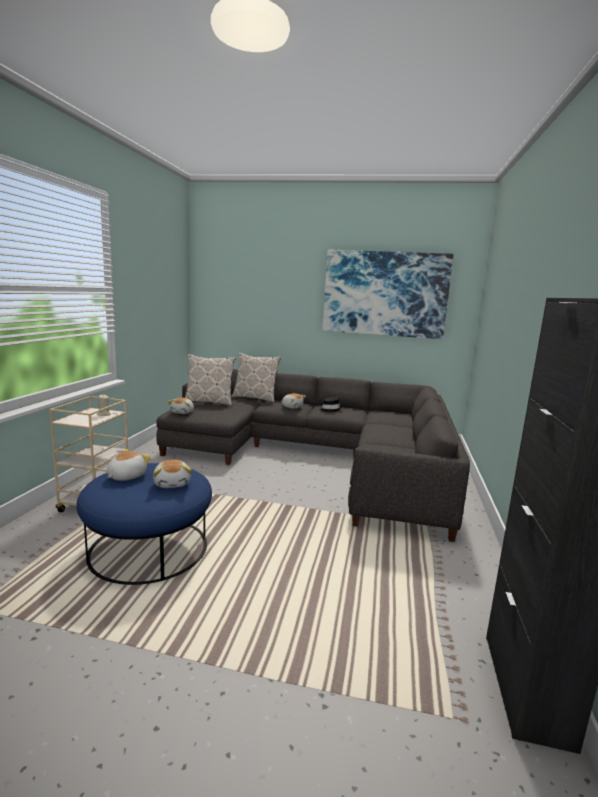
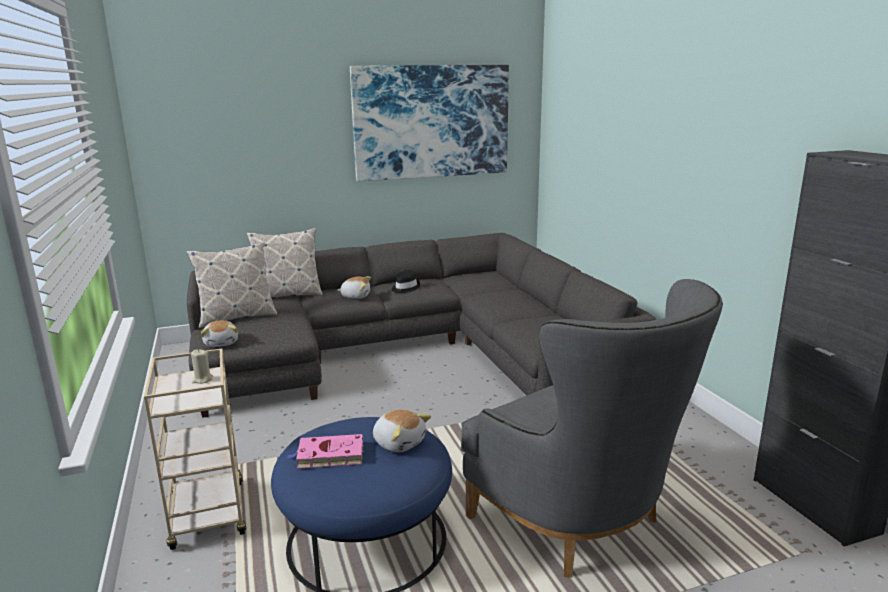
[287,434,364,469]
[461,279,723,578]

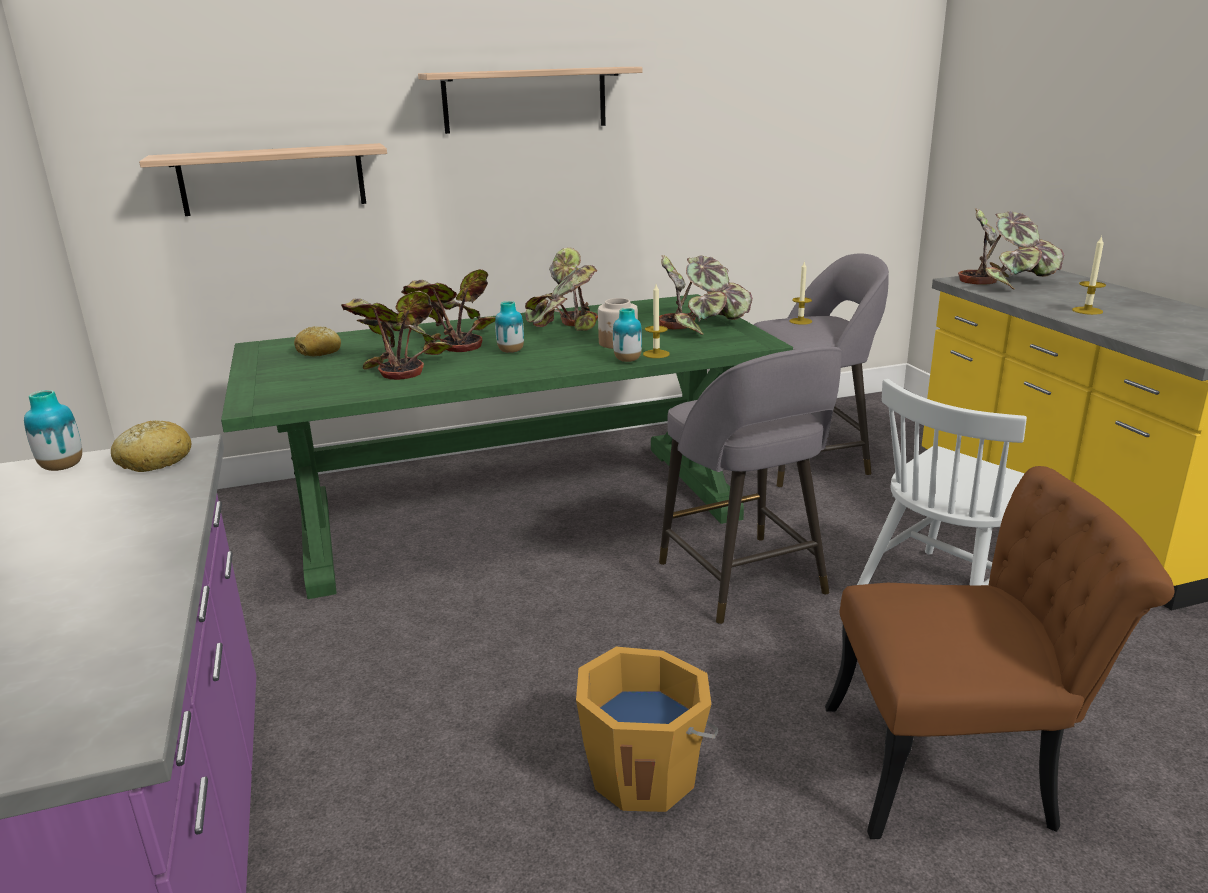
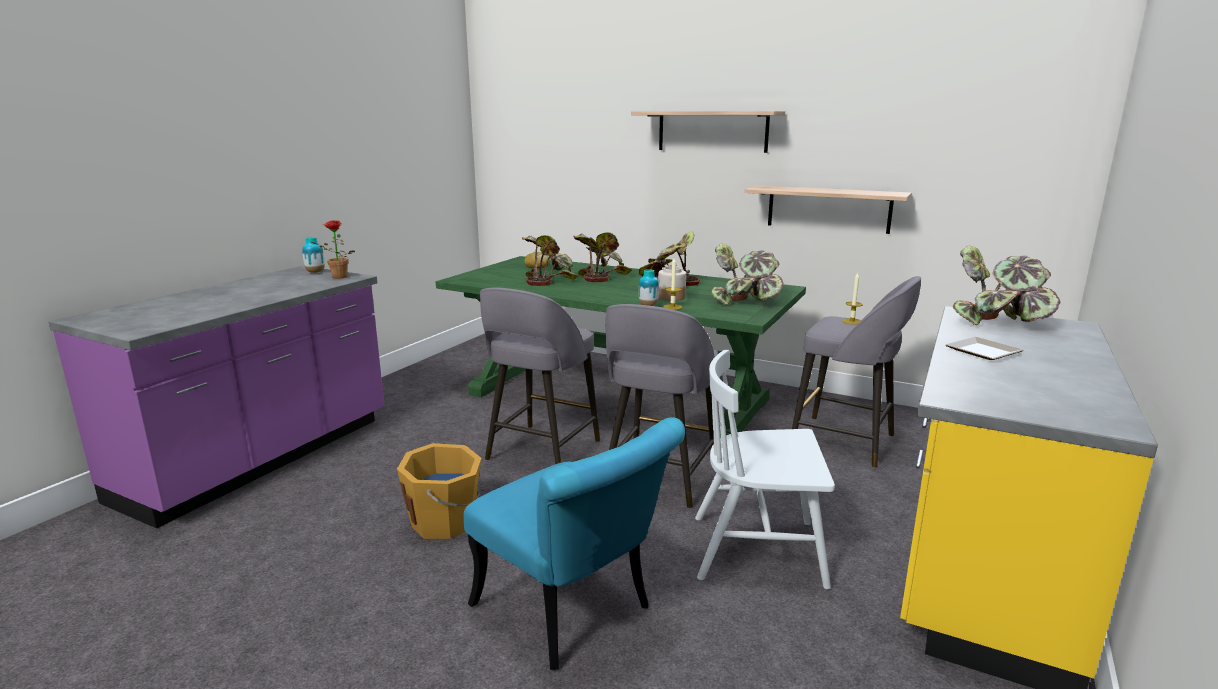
[311,220,355,279]
[744,185,912,234]
[495,301,524,353] (first image)
[463,417,685,670]
[946,337,1024,360]
[480,288,600,464]

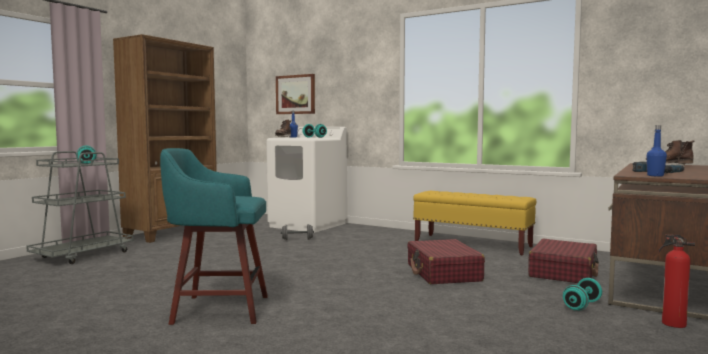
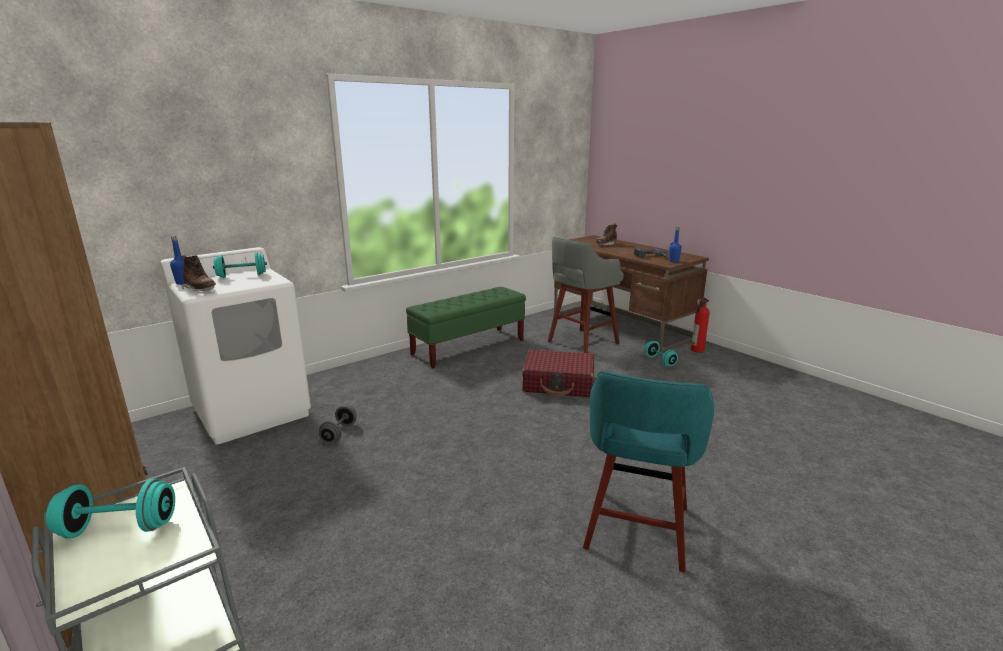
[276,74,315,114] (first image)
[406,287,526,368]
[548,237,624,353]

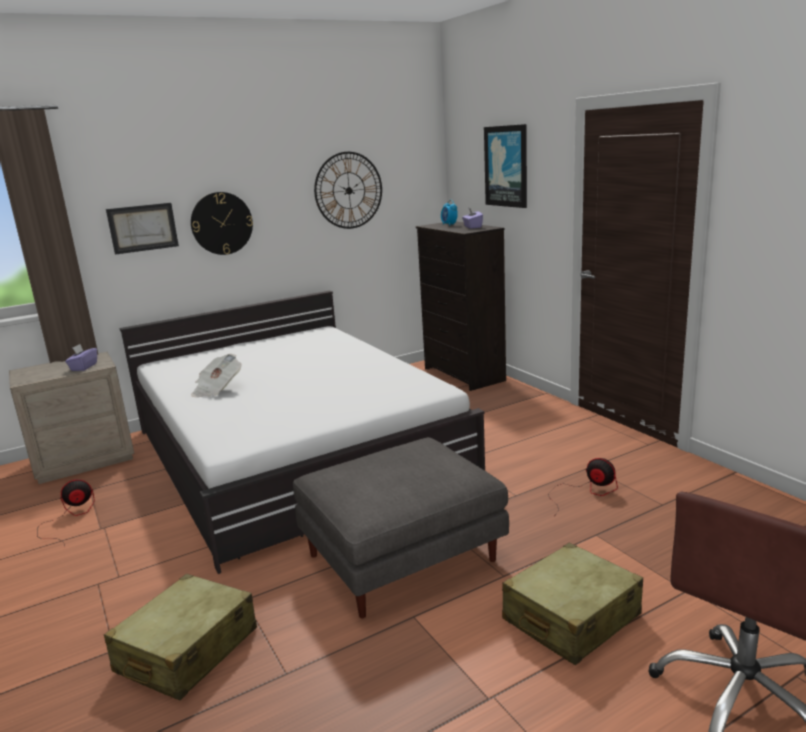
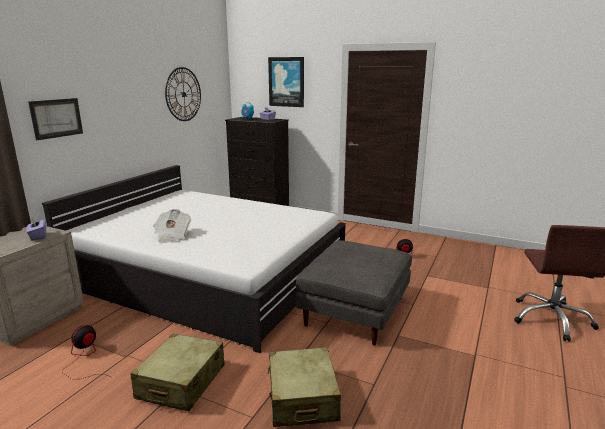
[191,192,253,255] (first image)
[130,334,225,411]

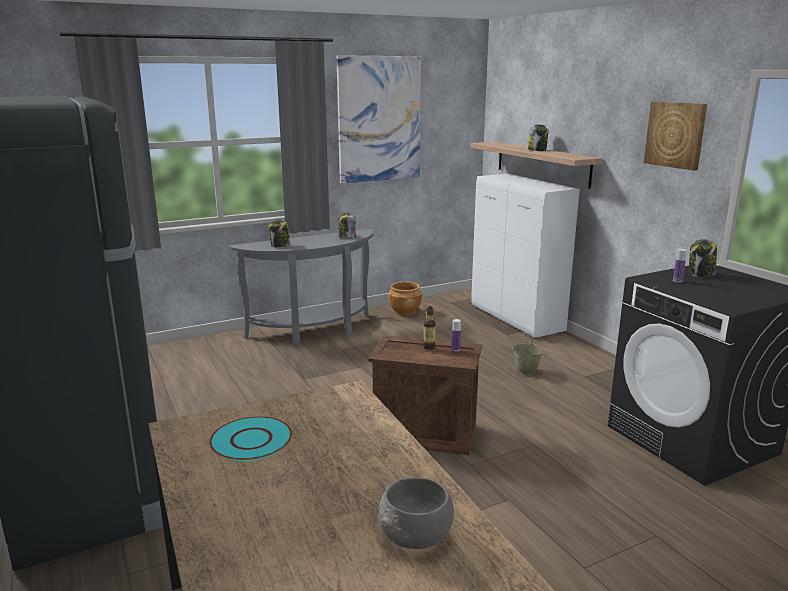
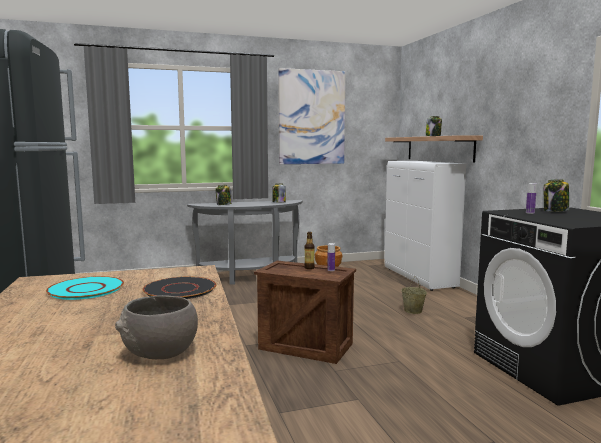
[644,101,707,171] (first image)
[143,277,216,299]

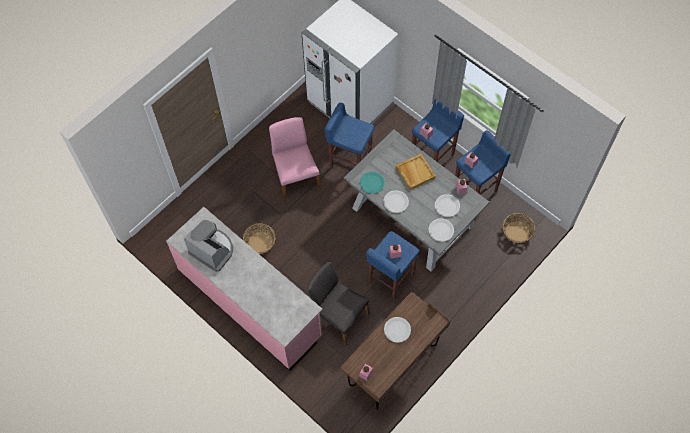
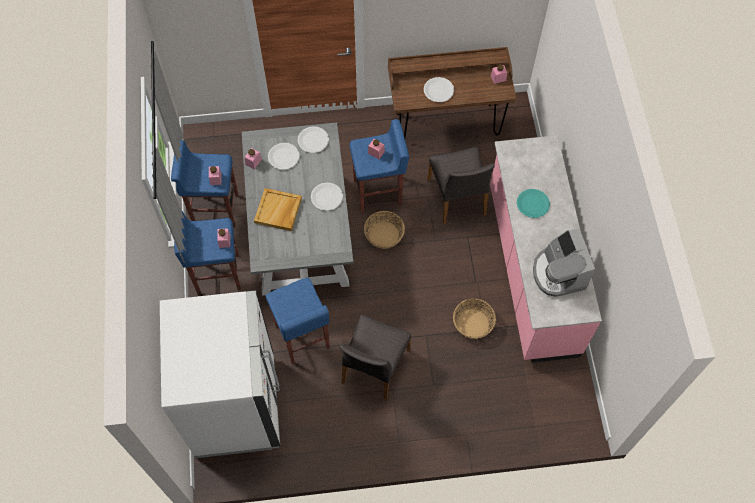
[340,315,411,401]
[517,189,550,218]
[364,211,405,249]

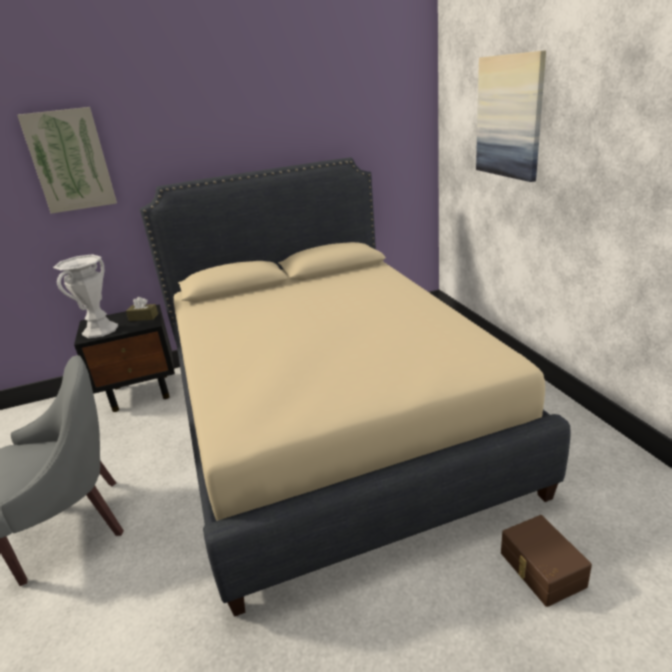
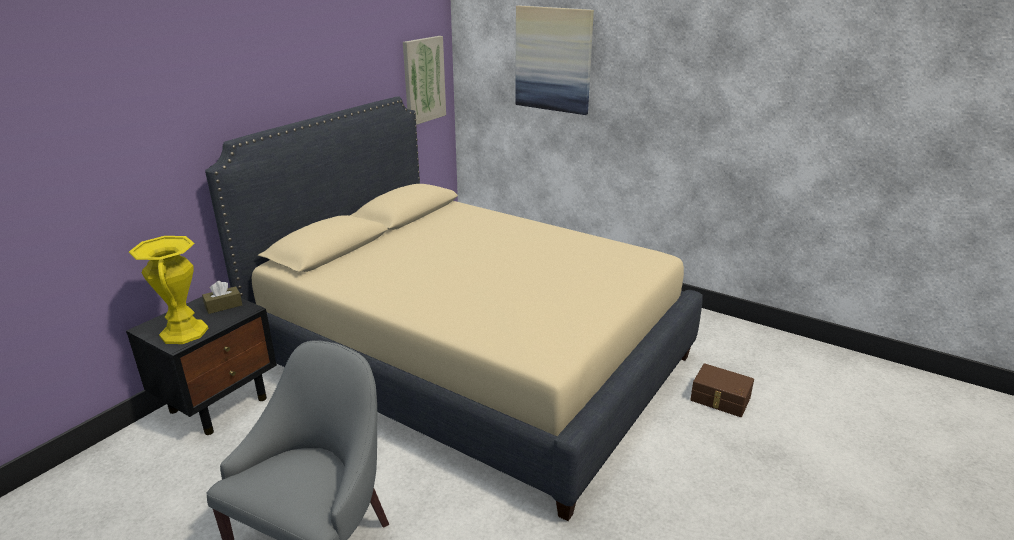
[403,36,446,125]
[129,236,209,344]

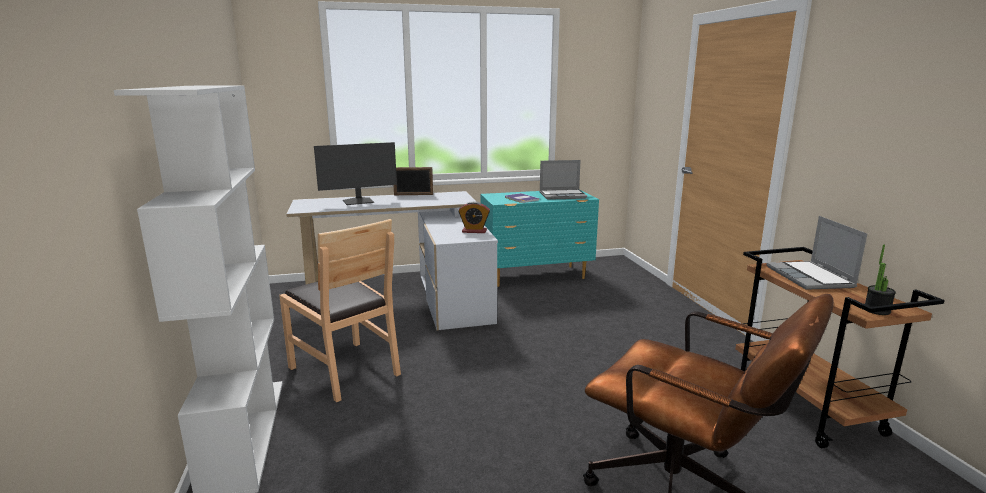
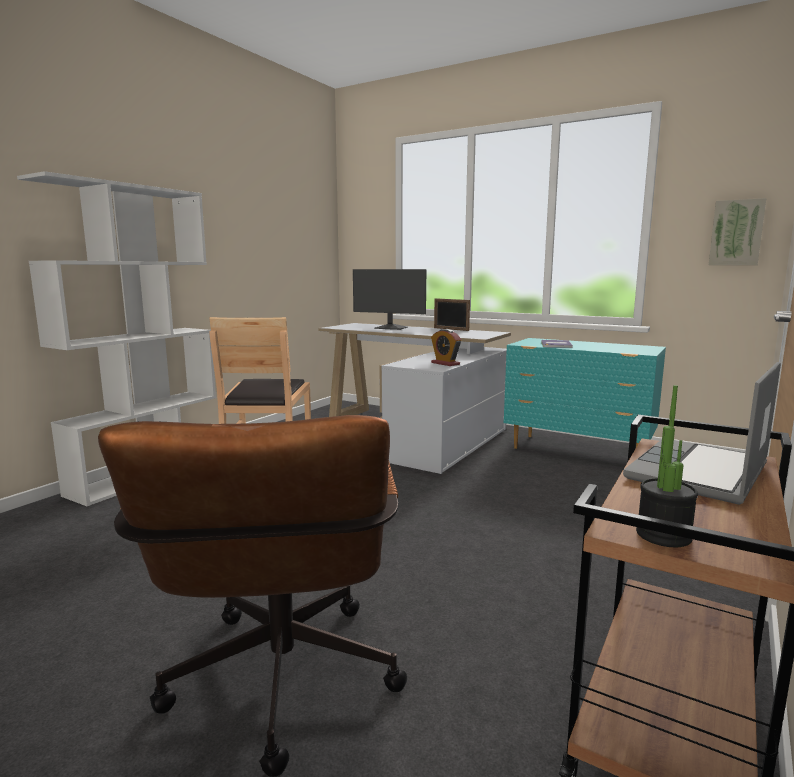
[540,160,587,200] (first image)
[709,198,767,265]

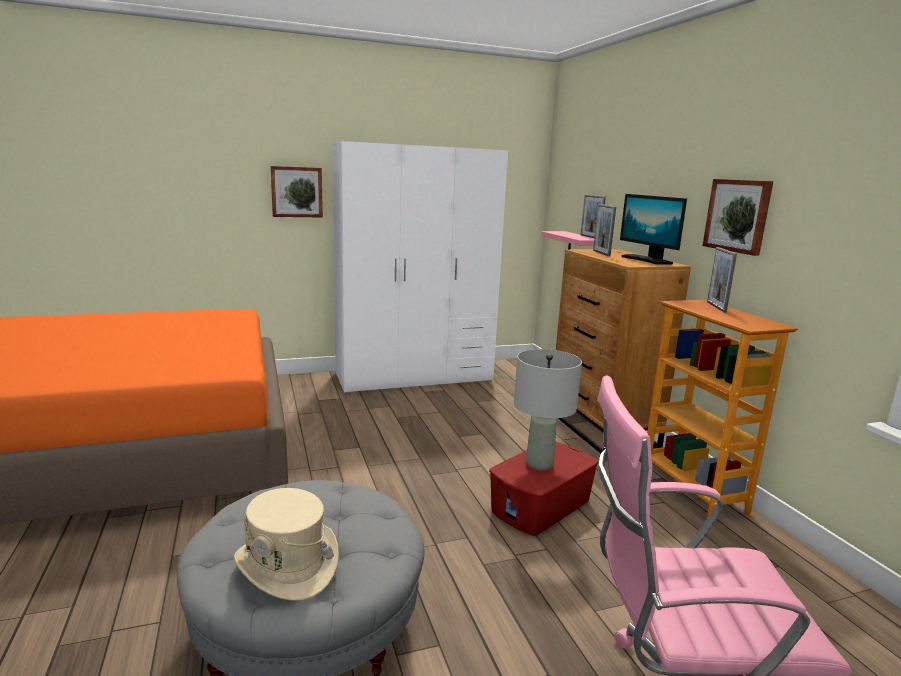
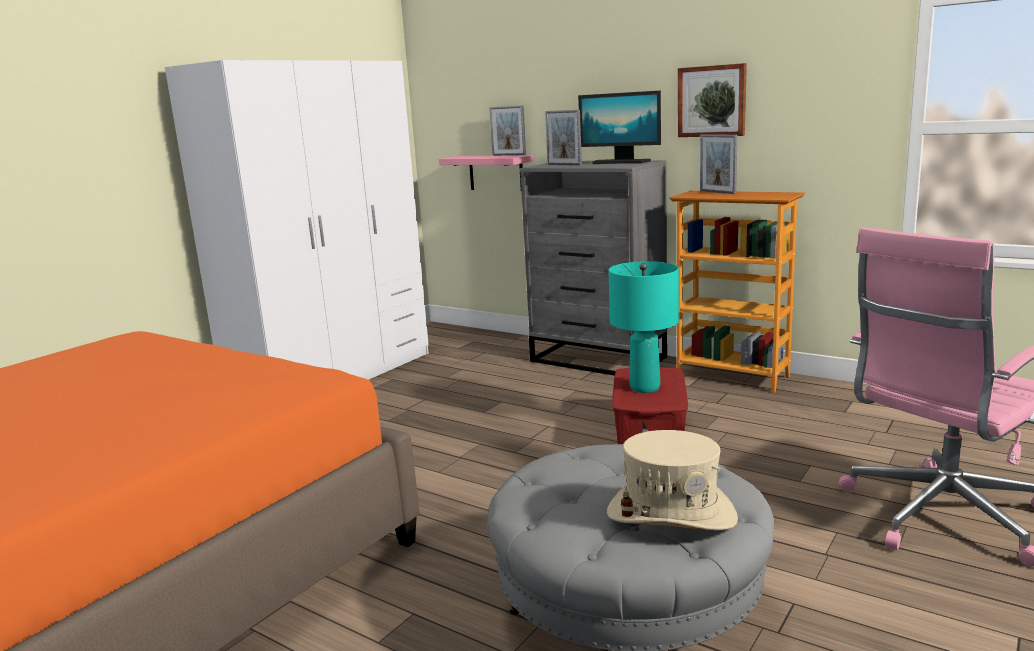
[270,166,323,218] (first image)
[608,261,679,393]
[520,160,667,376]

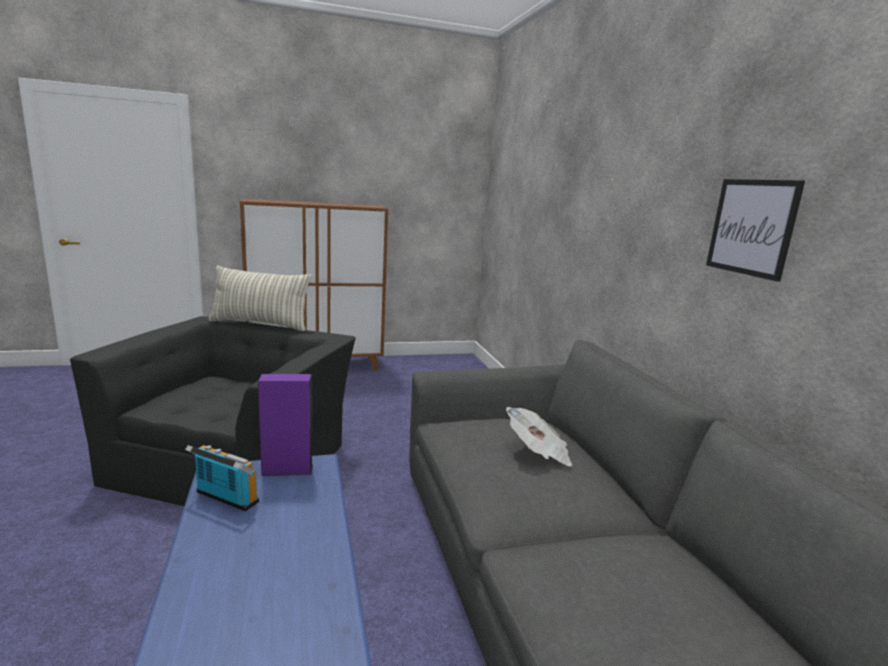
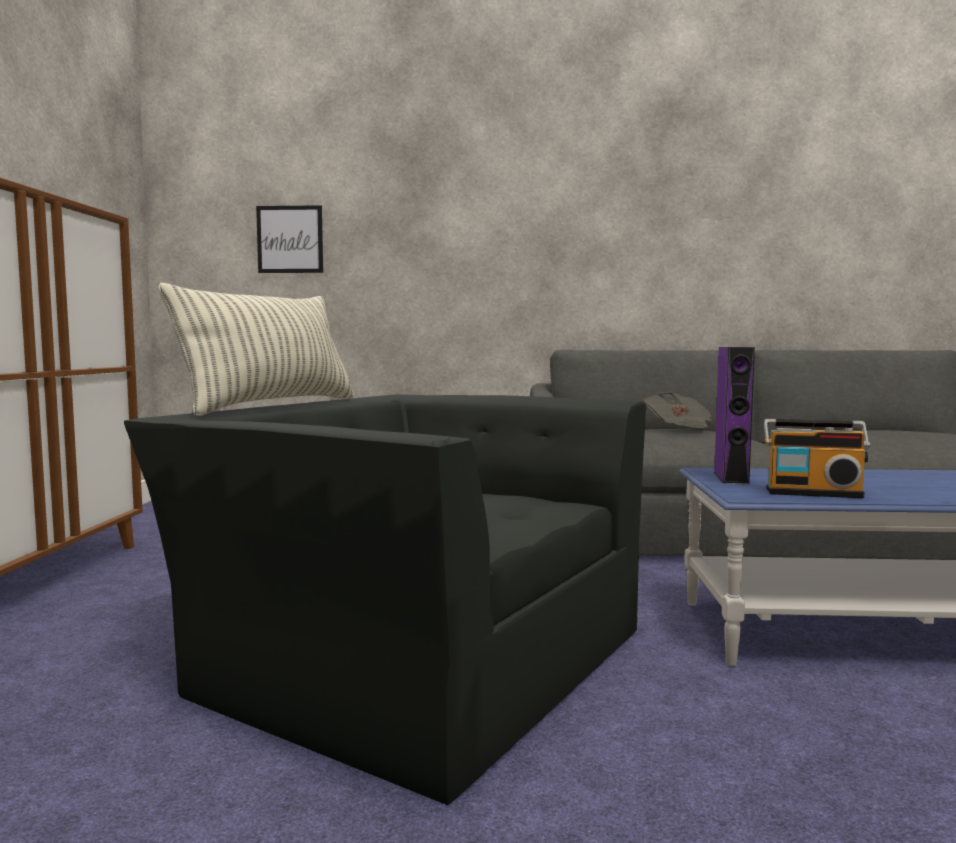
[764,419,870,498]
[256,205,323,273]

